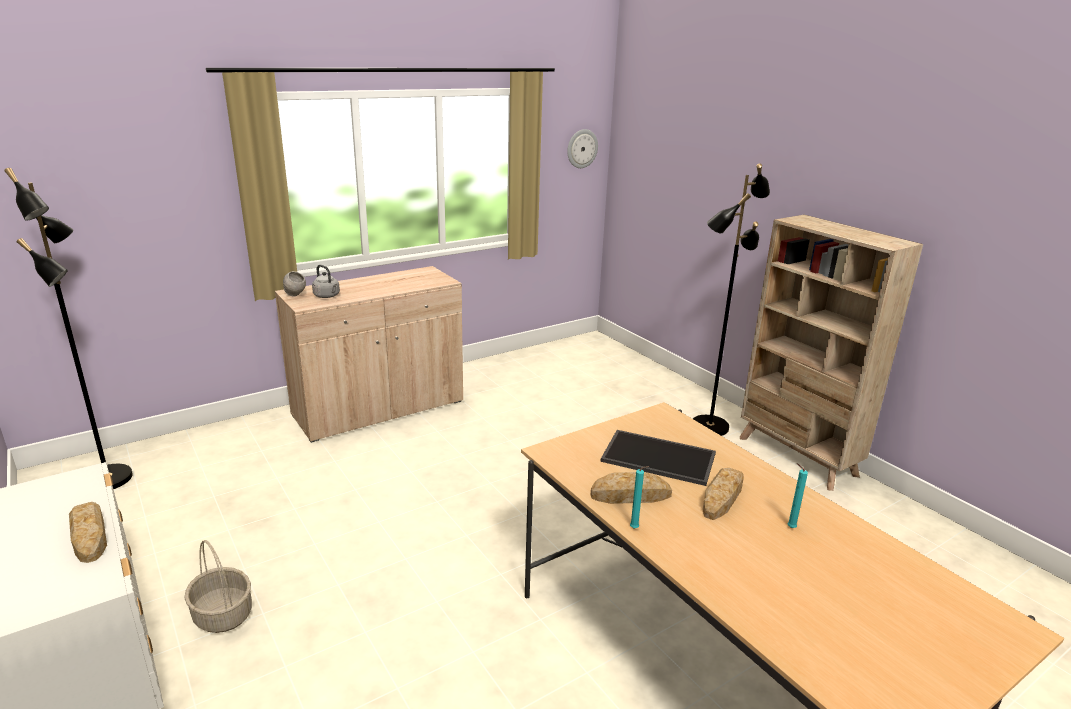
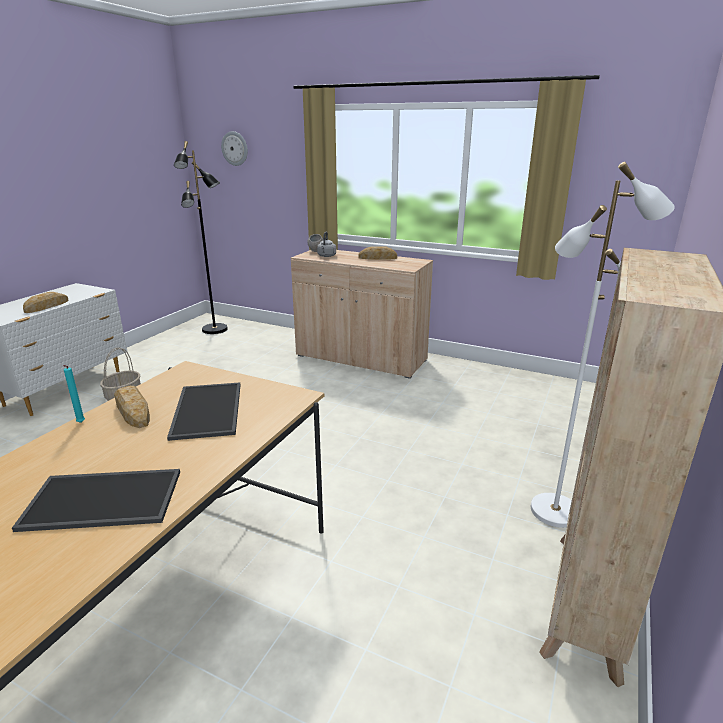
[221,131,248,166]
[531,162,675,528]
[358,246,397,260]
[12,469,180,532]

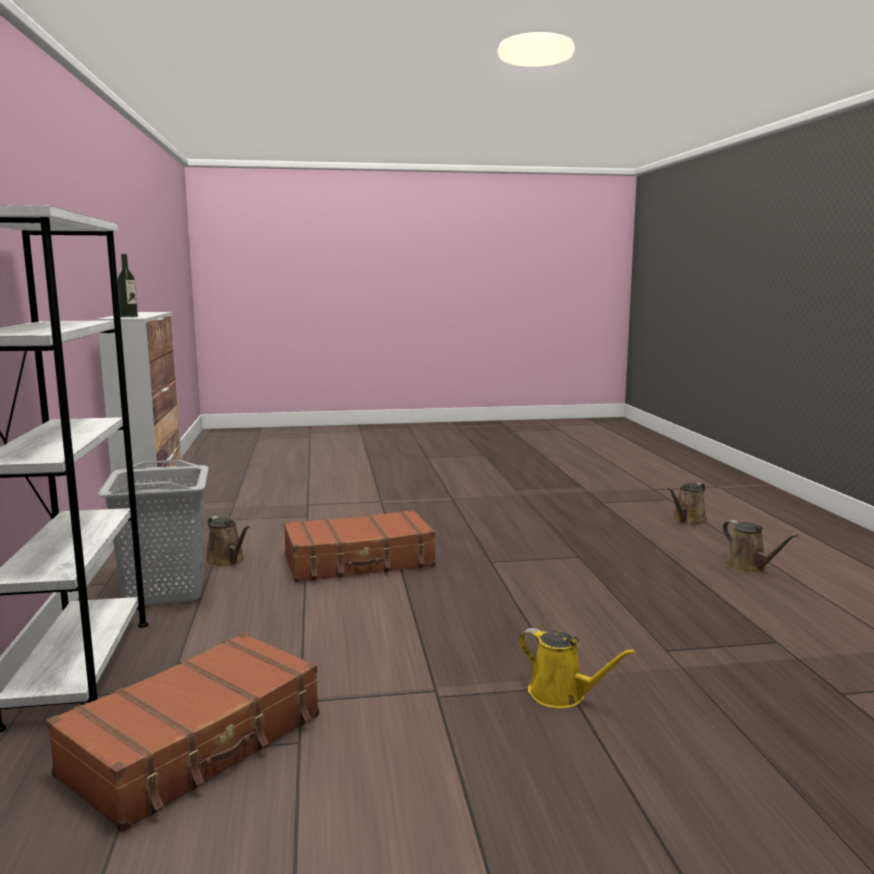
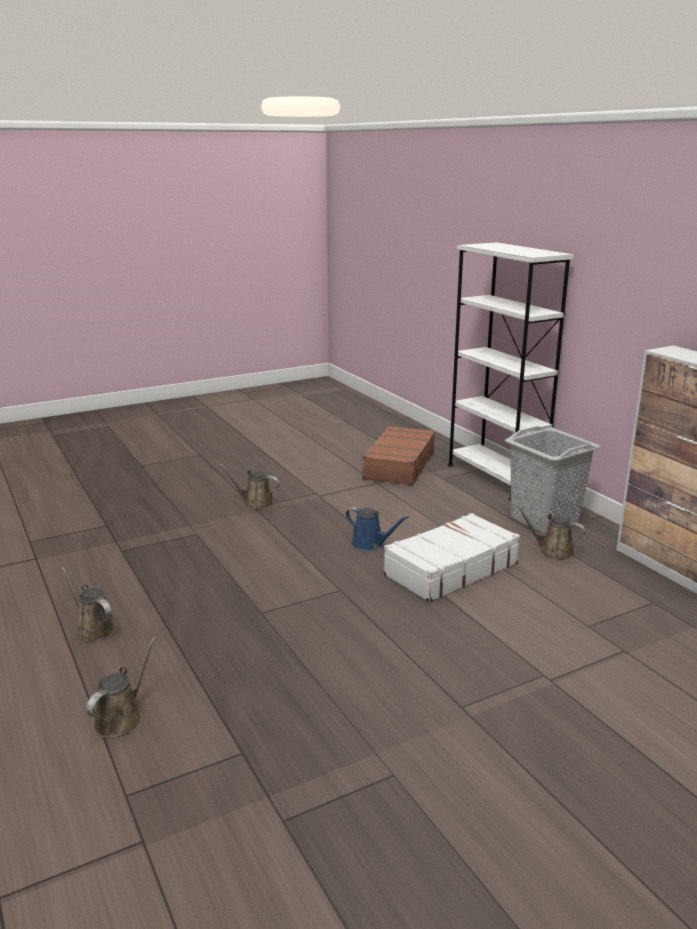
[117,254,138,318] (first image)
[384,513,520,602]
[220,464,279,509]
[346,507,409,550]

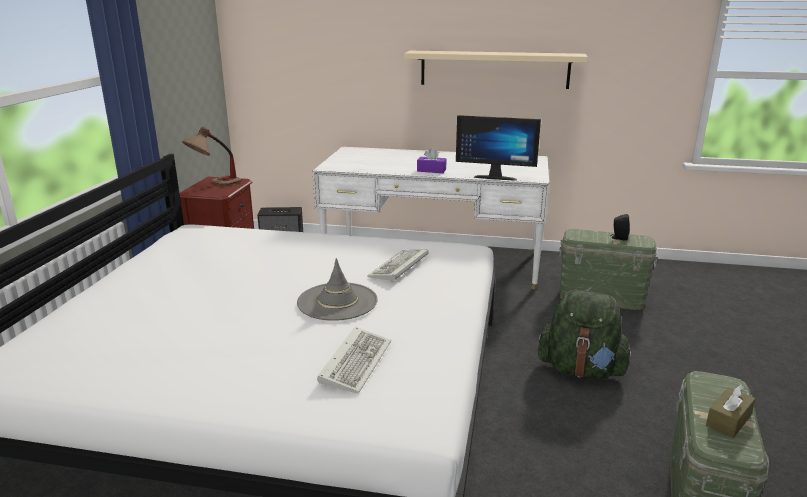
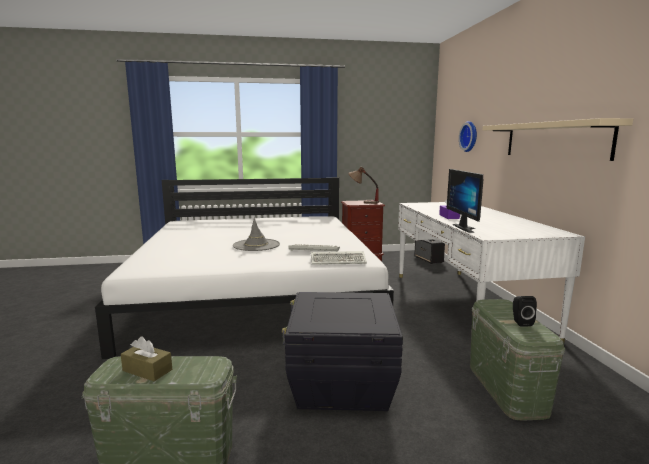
[311,251,367,265]
[282,292,403,411]
[459,121,477,152]

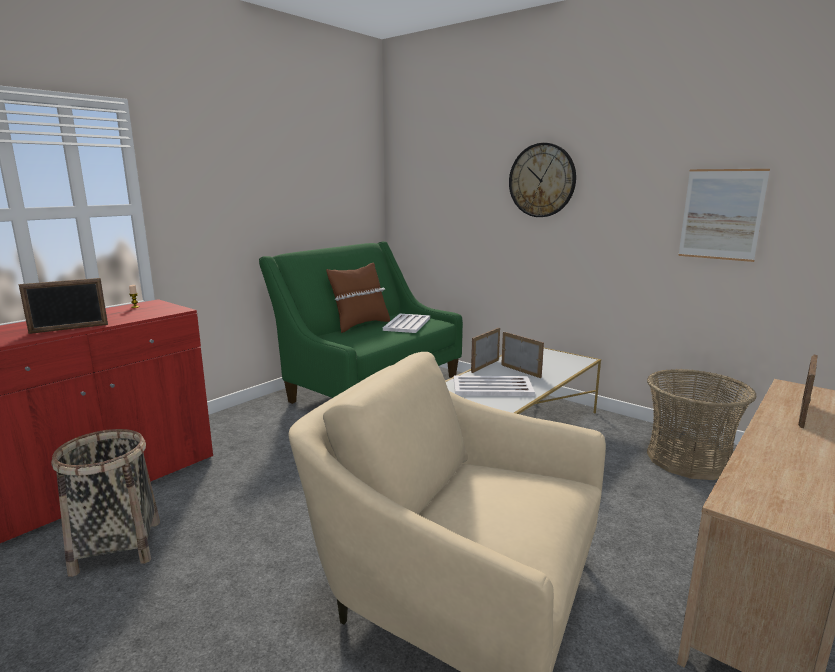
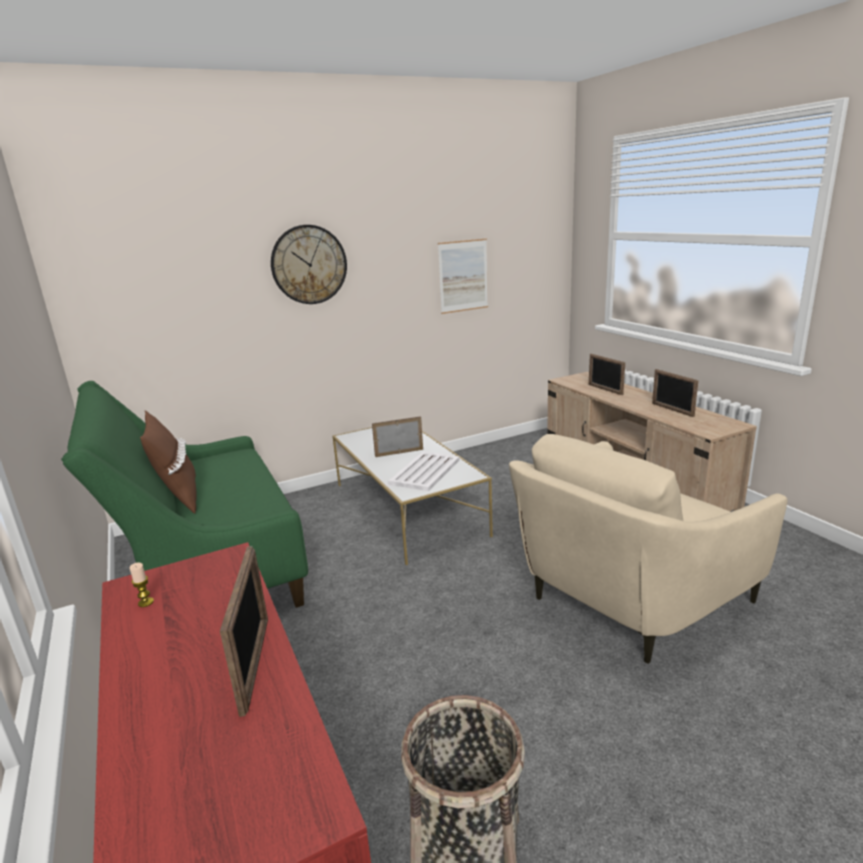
[383,314,430,333] (first image)
[652,369,699,417]
[647,369,757,480] (first image)

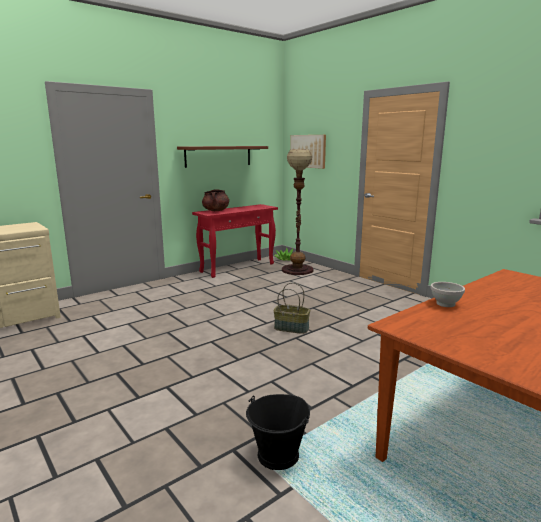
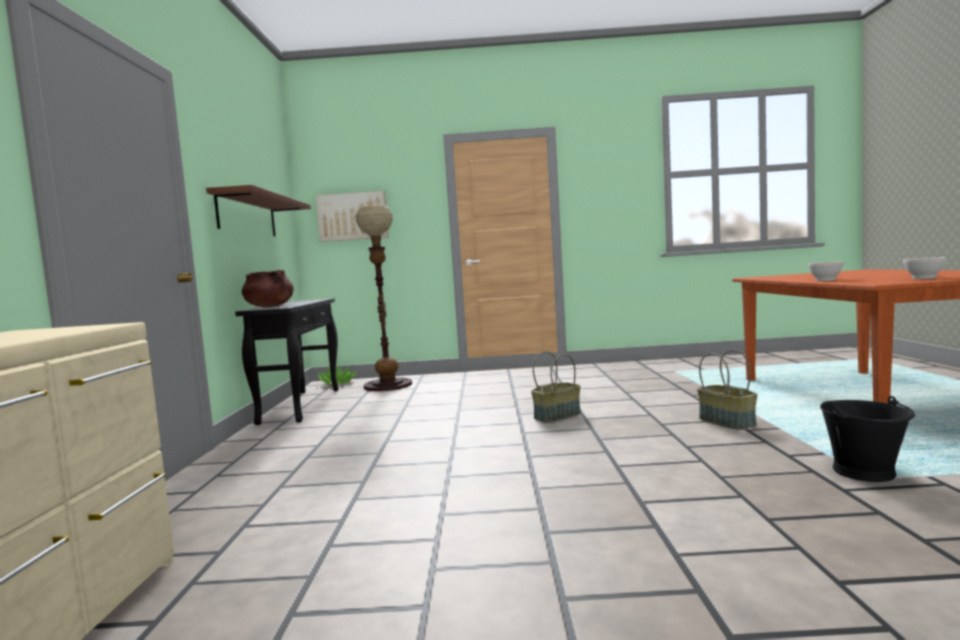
[235,298,339,425]
[697,349,758,430]
[903,257,947,279]

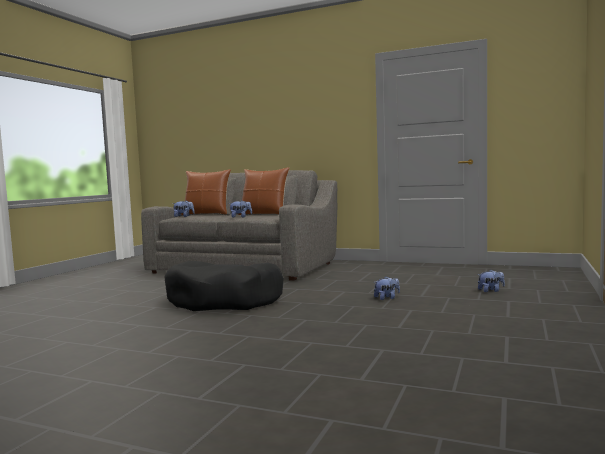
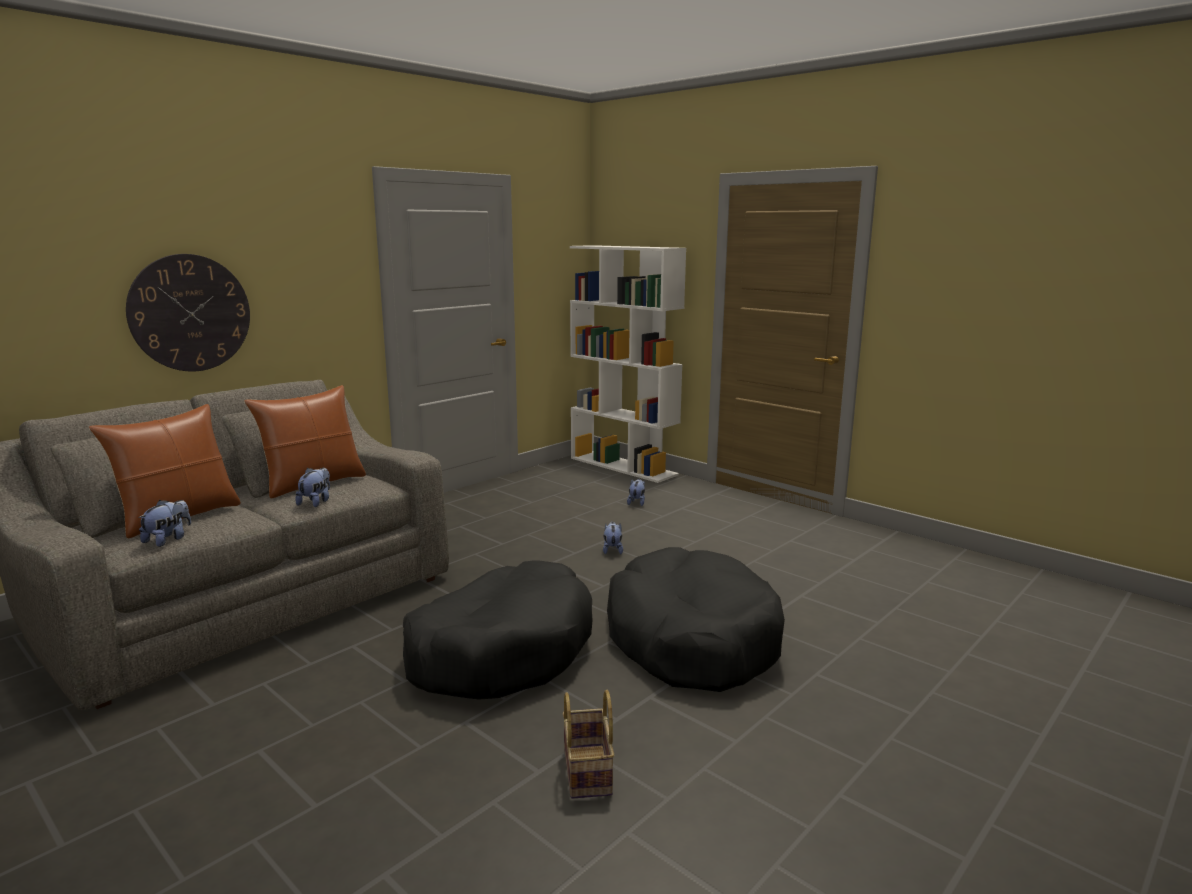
[126,254,250,372]
[562,690,614,799]
[570,245,686,483]
[607,547,785,692]

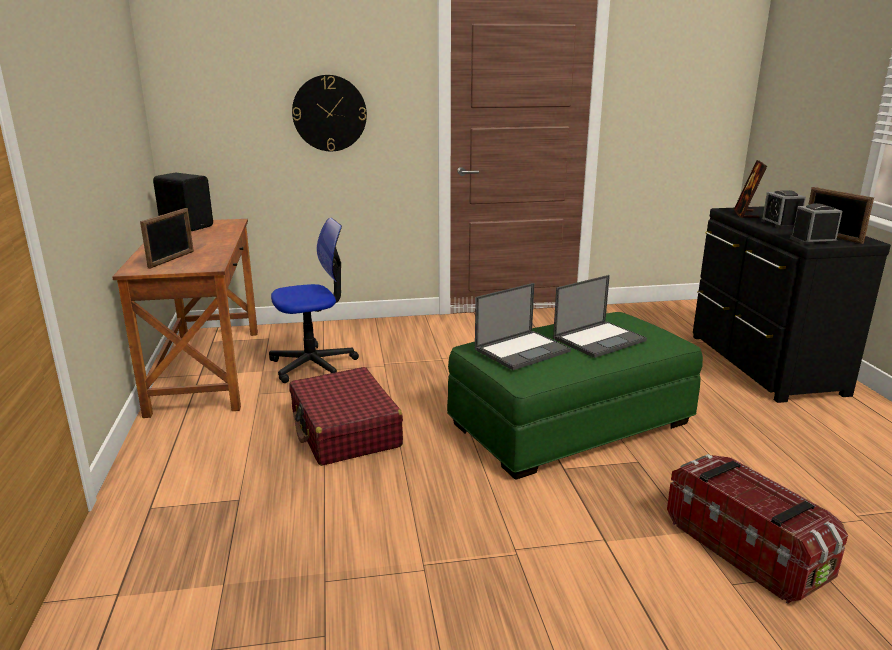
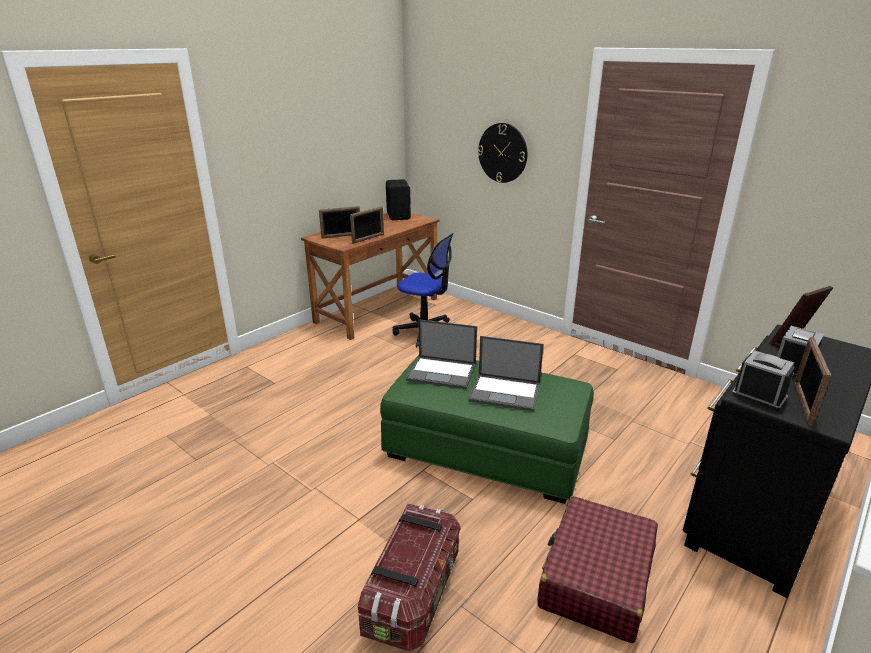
[537,496,658,643]
[350,206,384,244]

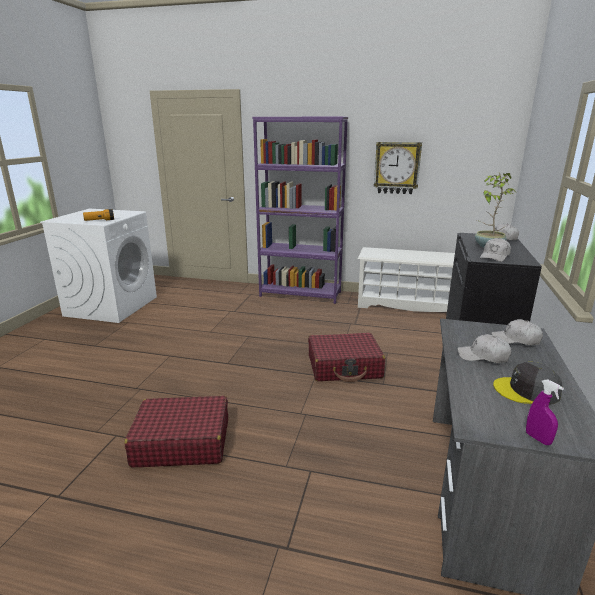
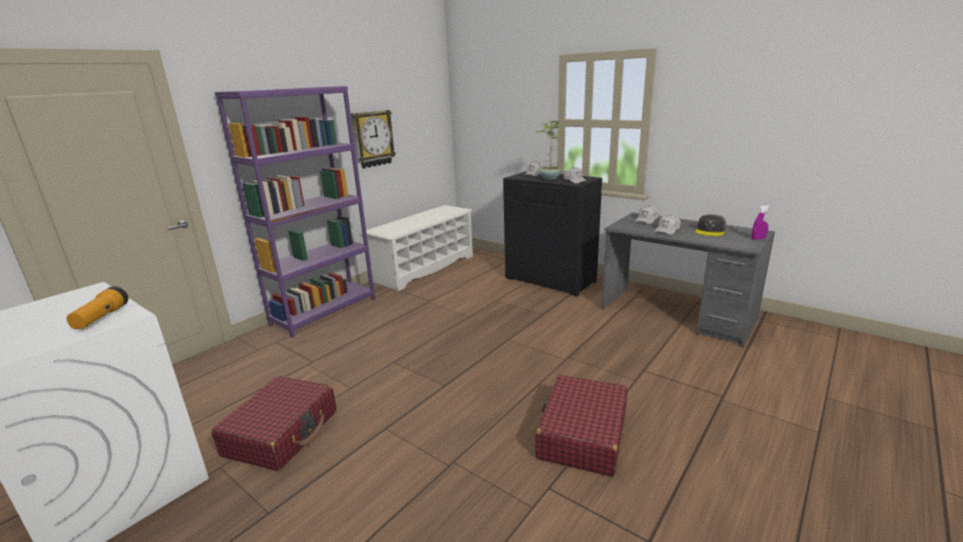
[211,376,336,471]

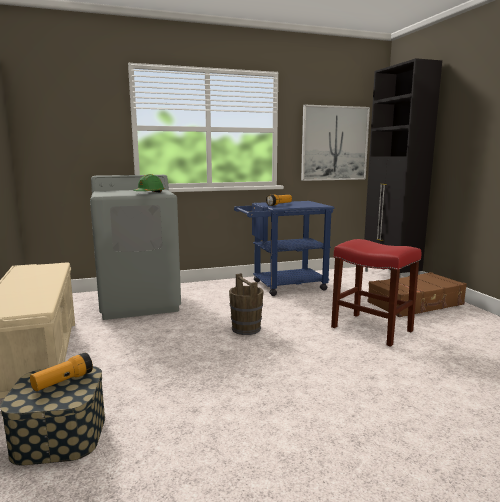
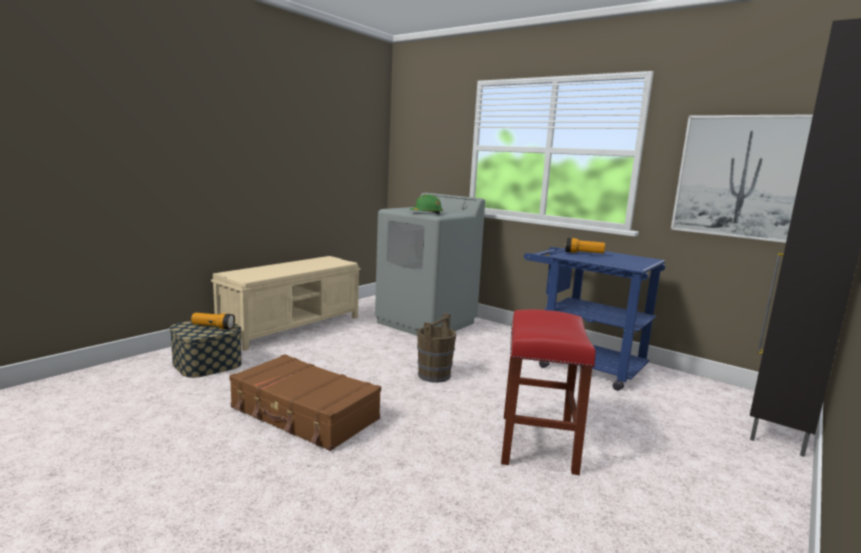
[229,354,381,451]

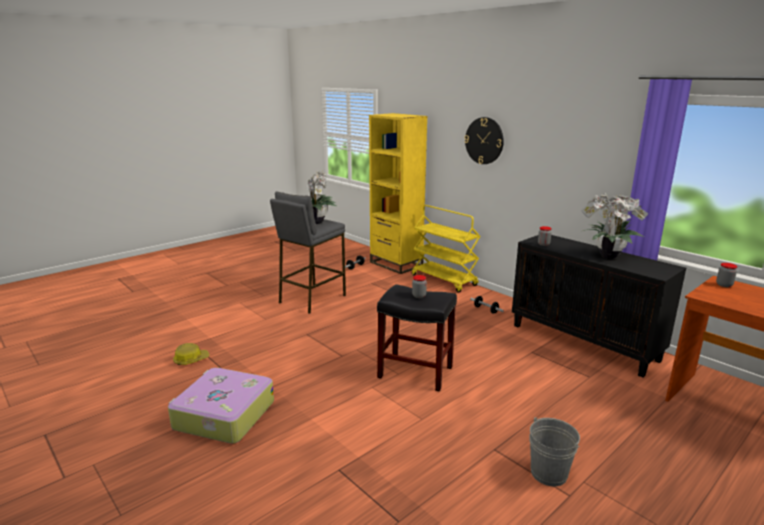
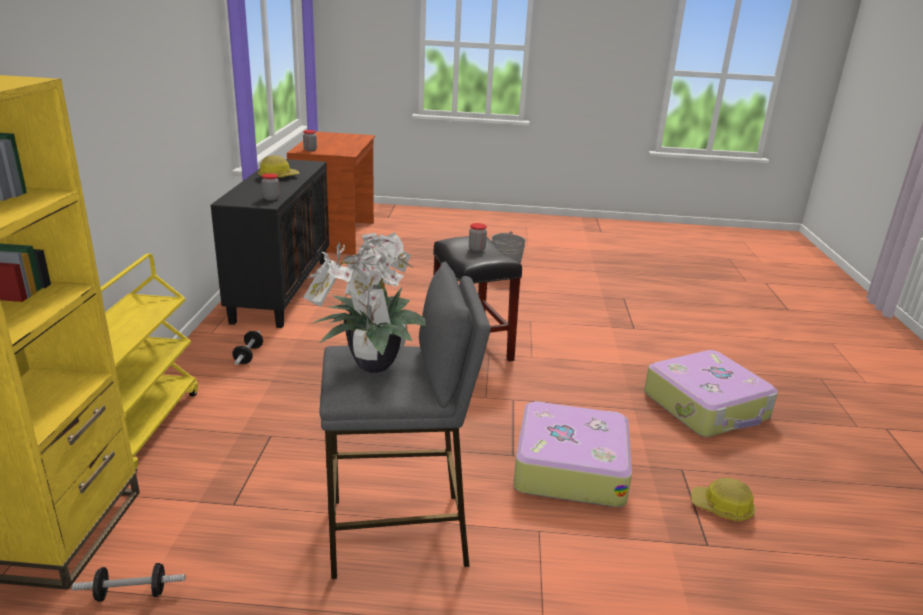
[464,117,504,164] (first image)
[258,156,300,179]
[513,401,632,507]

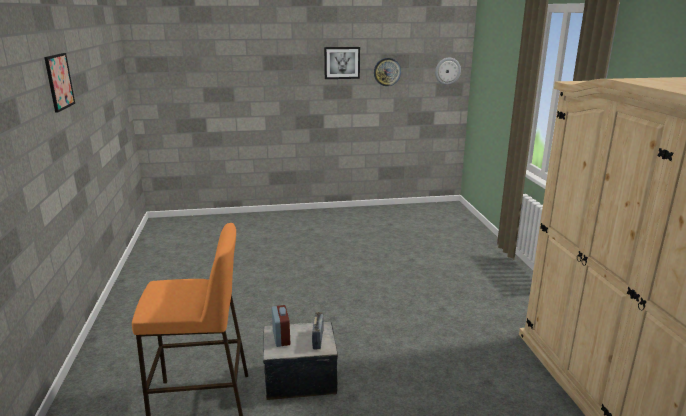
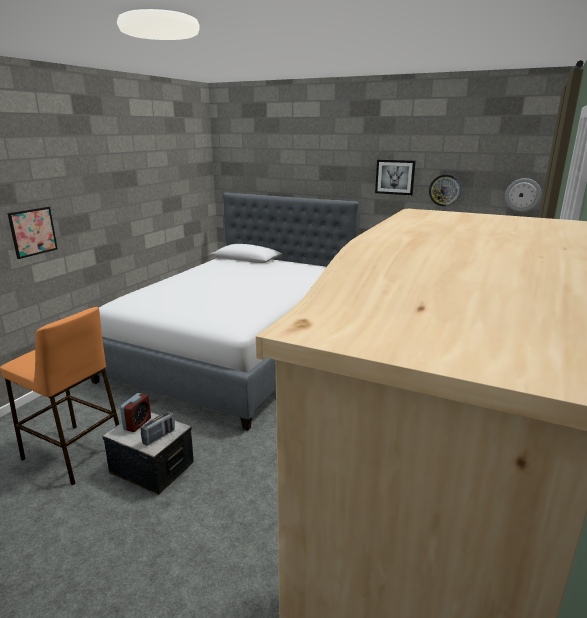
[8,207,58,259]
[91,192,359,431]

